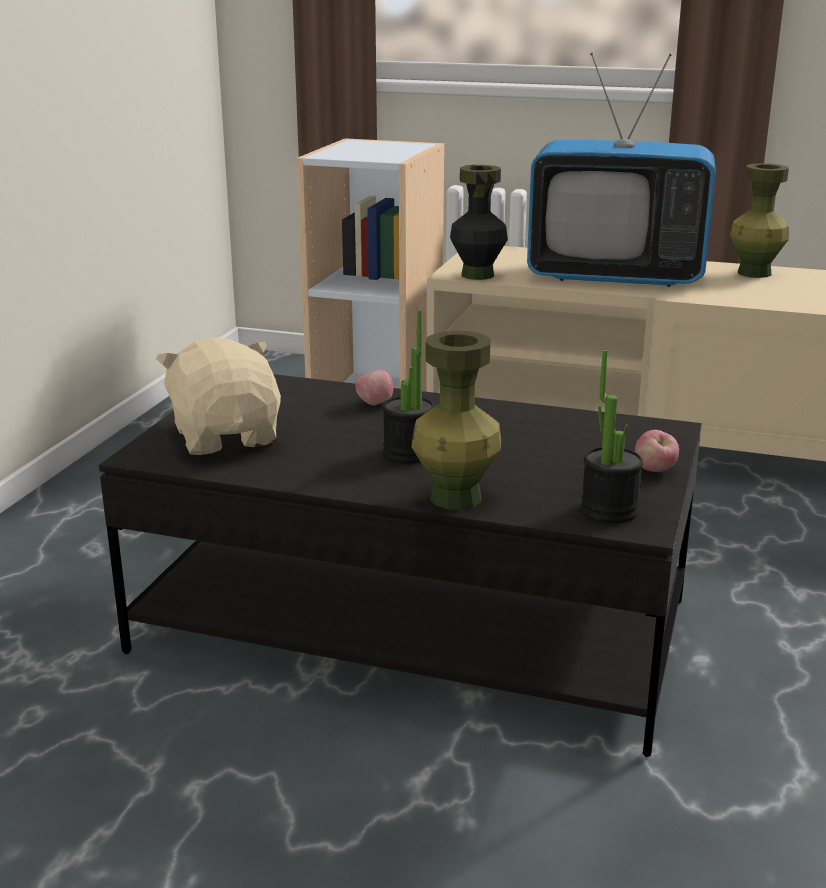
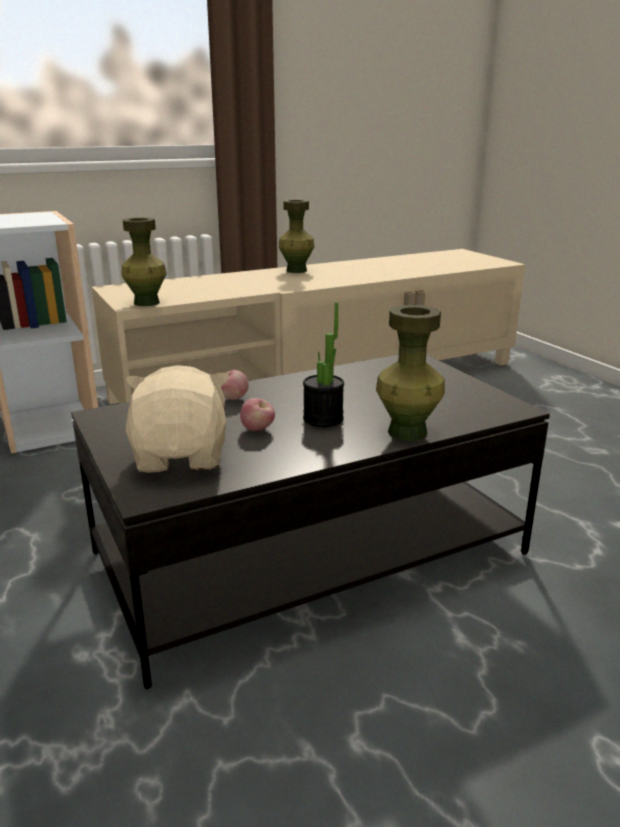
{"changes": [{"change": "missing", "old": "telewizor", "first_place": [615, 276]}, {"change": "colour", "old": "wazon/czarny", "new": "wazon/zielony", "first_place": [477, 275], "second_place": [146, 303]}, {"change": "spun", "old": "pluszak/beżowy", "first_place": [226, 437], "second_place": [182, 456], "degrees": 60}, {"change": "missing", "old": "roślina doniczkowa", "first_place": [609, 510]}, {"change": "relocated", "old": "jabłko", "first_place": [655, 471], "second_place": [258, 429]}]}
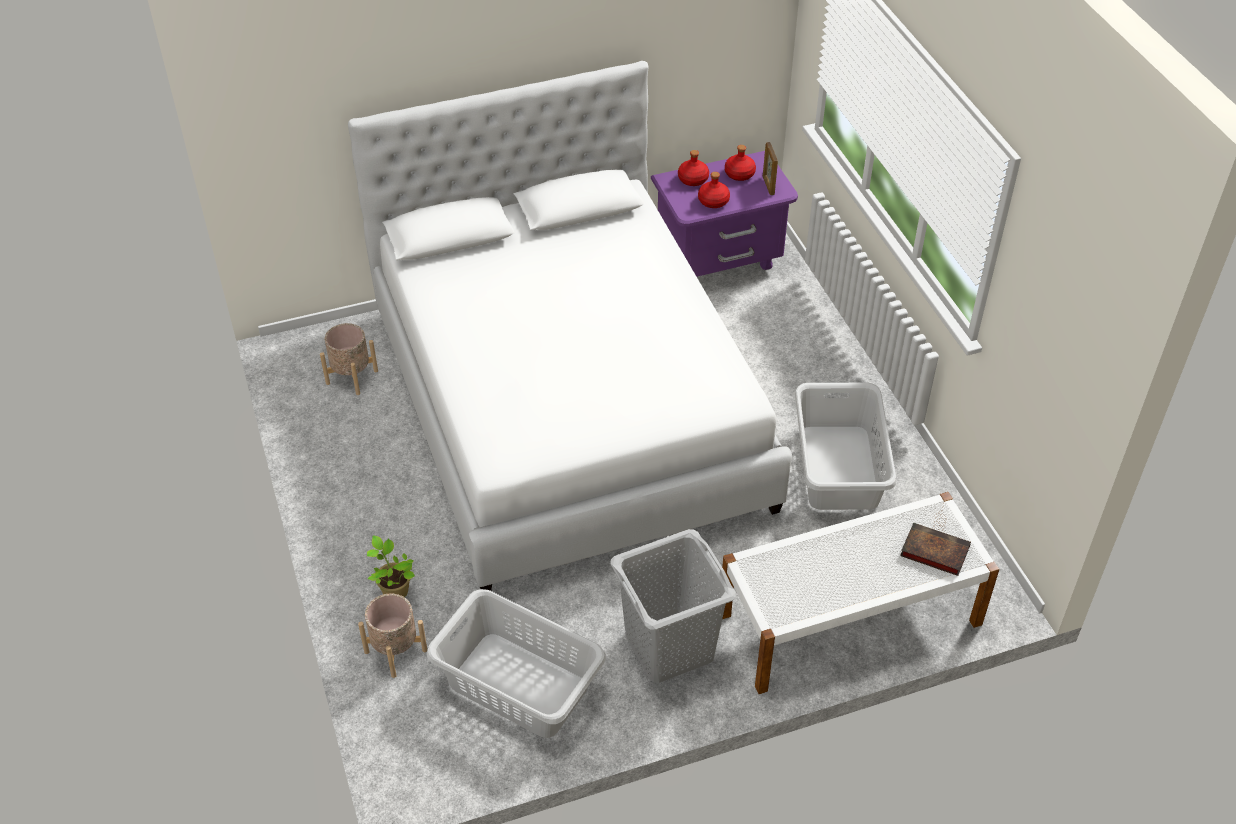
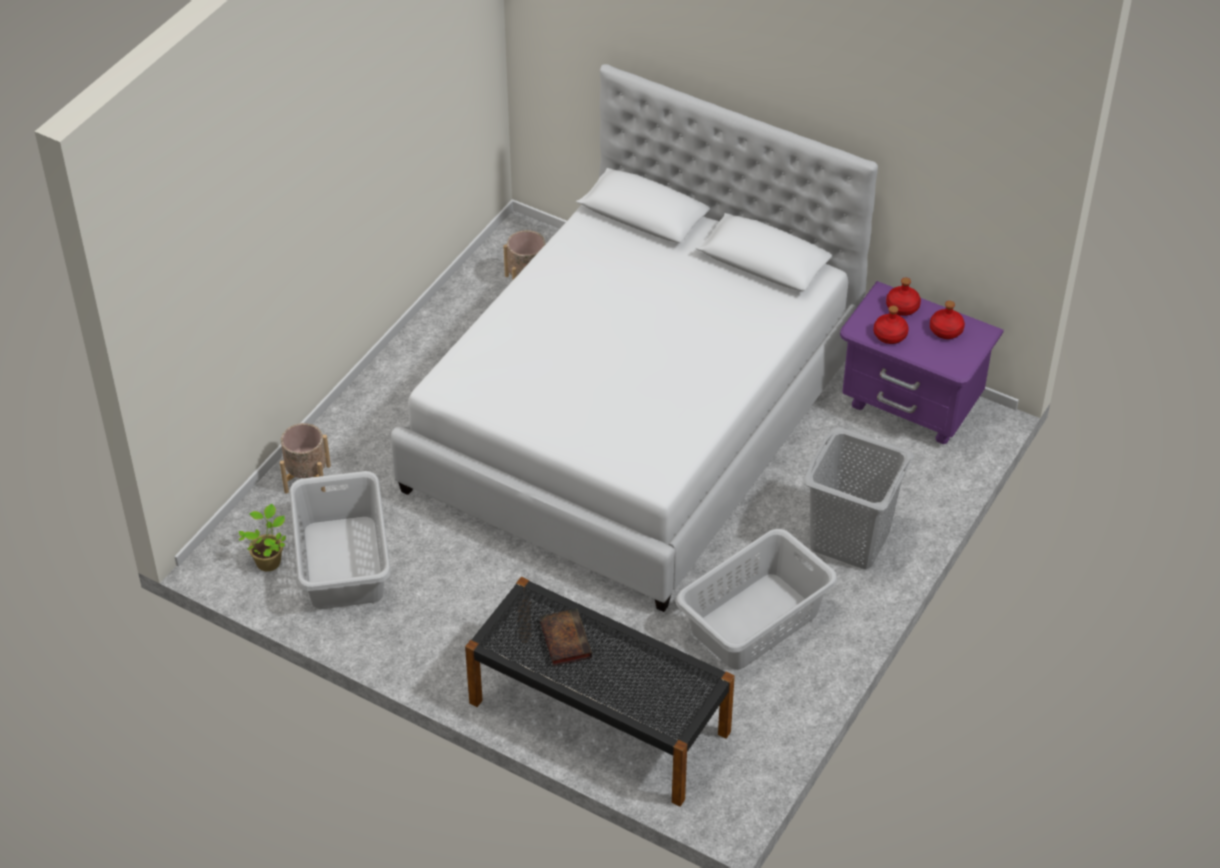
{"changes": [{"change": "missing", "old": "ramka na zdjęcie", "first_place": [768, 185]}, {"change": "colour", "old": "ławka/biały", "new": "ławka/czarny", "first_place": [850, 619], "second_place": [598, 718]}, {"change": "relocated", "old": "książka", "first_place": [933, 551], "second_place": [564, 638]}, {"change": "relocated", "old": "kosz na pranie/szary", "first_place": [670, 647], "second_place": [850, 540]}, {"change": "relocated", "old": "roślina doniczkowa", "first_place": [394, 590], "second_place": [269, 561]}]}
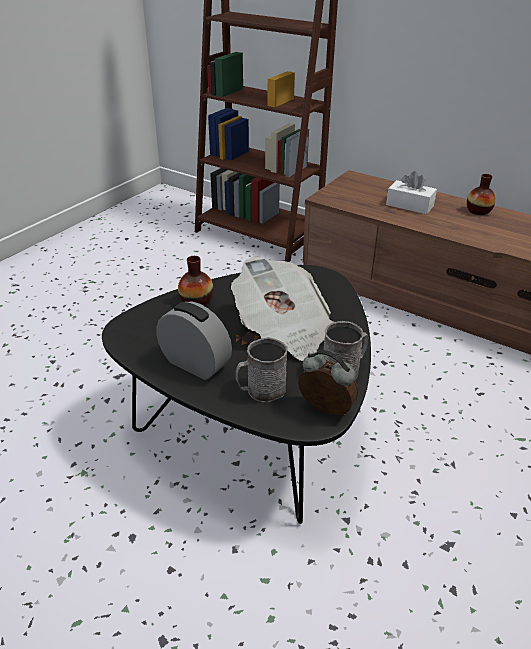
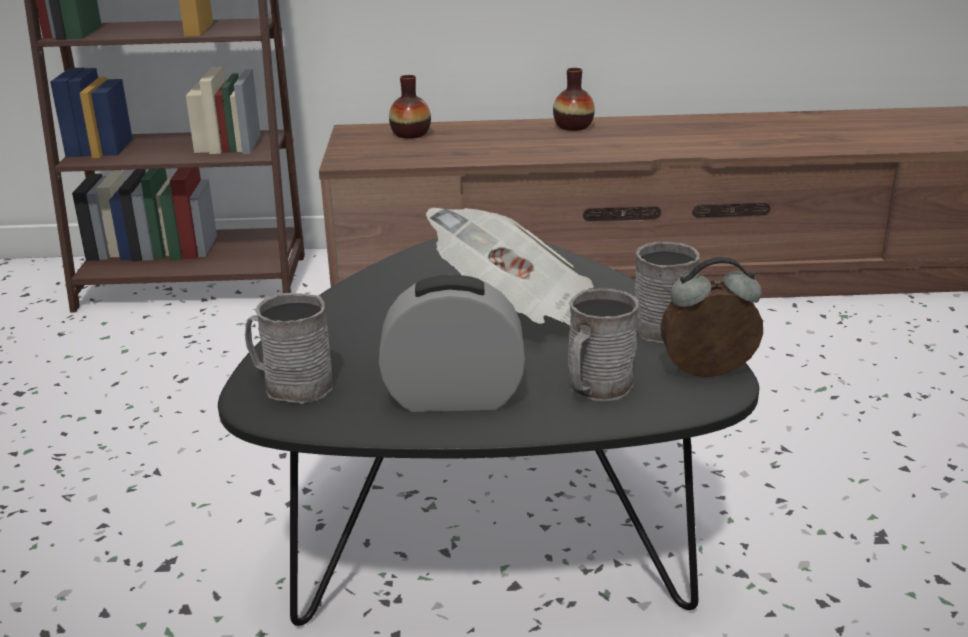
{"changes": [{"change": "missing", "old": "pudełko chusteczek/biały", "first_place": [409, 205]}, {"change": "relocated", "old": "wazon", "first_place": [196, 301], "second_place": [410, 134]}, {"change": "appeared", "new": "kubek/szary", "second_place": [290, 385]}]}
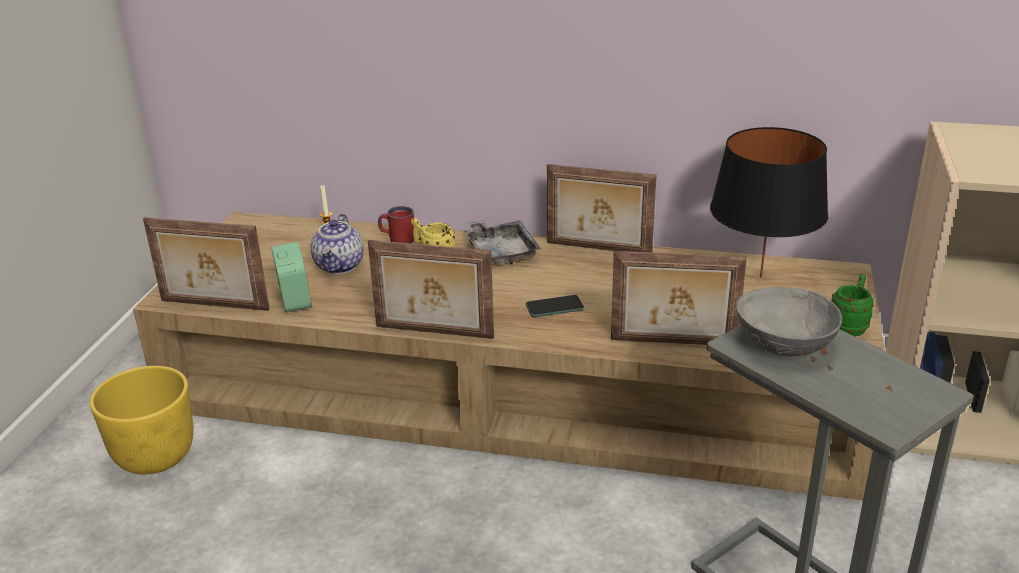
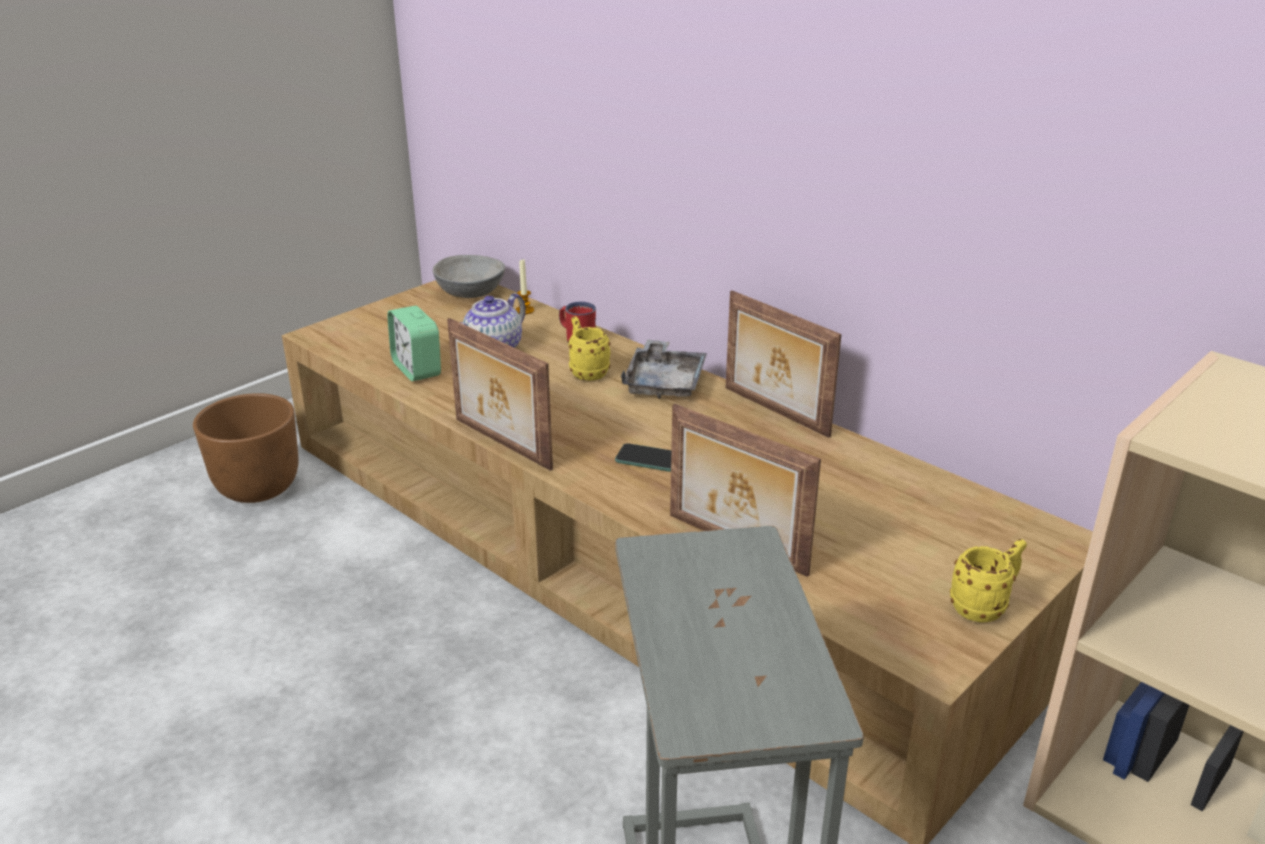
{"changes": [{"change": "missing", "old": "lampa stołowa/czarny", "first_place": [760, 276]}, {"change": "missing", "old": "ramka na zdjęcie", "first_place": [214, 306]}, {"change": "spun", "old": "budzik", "first_place": [295, 299], "second_place": [417, 369], "degrees": 135}, {"change": "colour", "old": "kubek/zielony", "new": "kubek/żółty", "first_place": [849, 326], "second_place": [984, 606]}, {"change": "relocated", "old": "miska/szary", "first_place": [784, 343], "second_place": [469, 292]}, {"change": "colour", "old": "donica/żółty", "new": "donica/brązowy", "first_place": [155, 456], "second_place": [259, 488]}]}
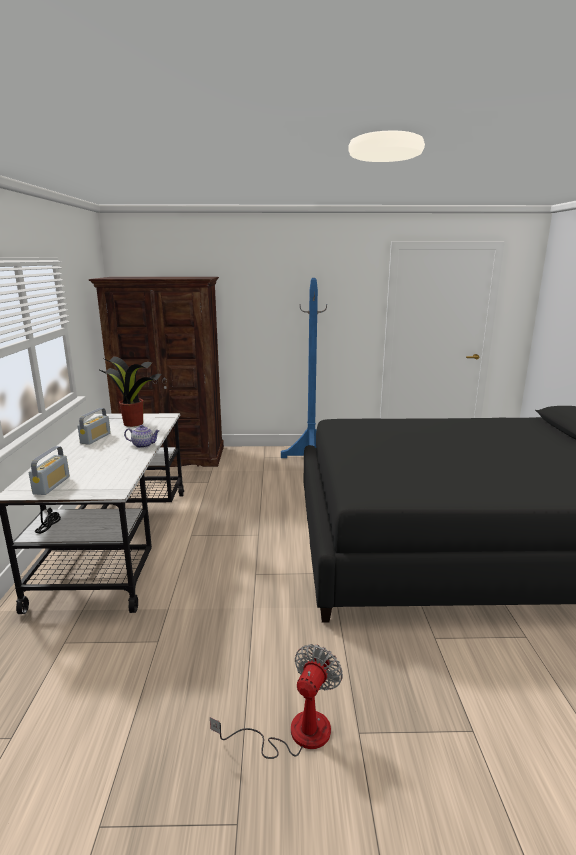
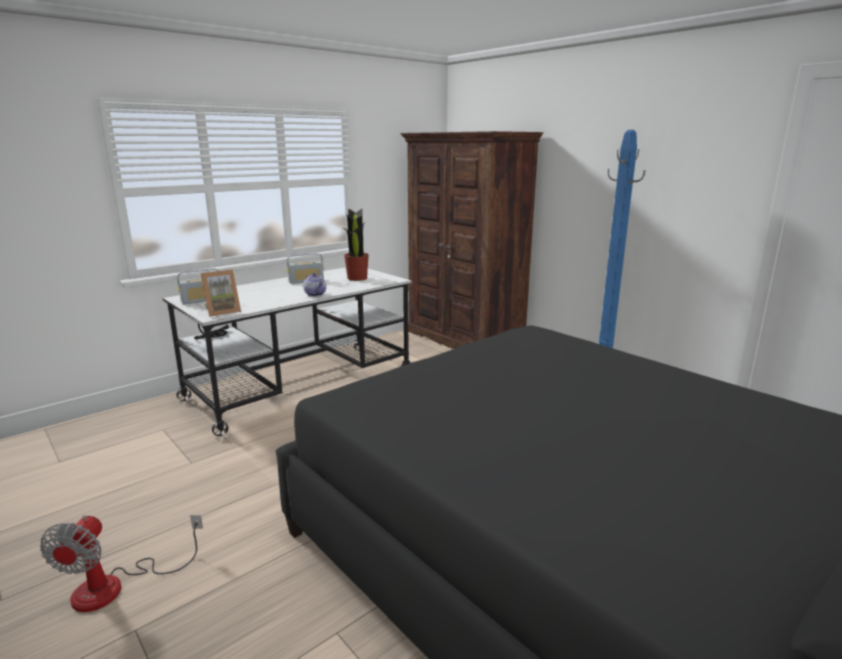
{"changes": [{"change": "spun", "old": "wentylator", "first_place": [295, 733], "second_place": [116, 586], "degrees": 105}, {"change": "appeared", "new": "ramka na zdjęcie", "second_place": [222, 311]}]}
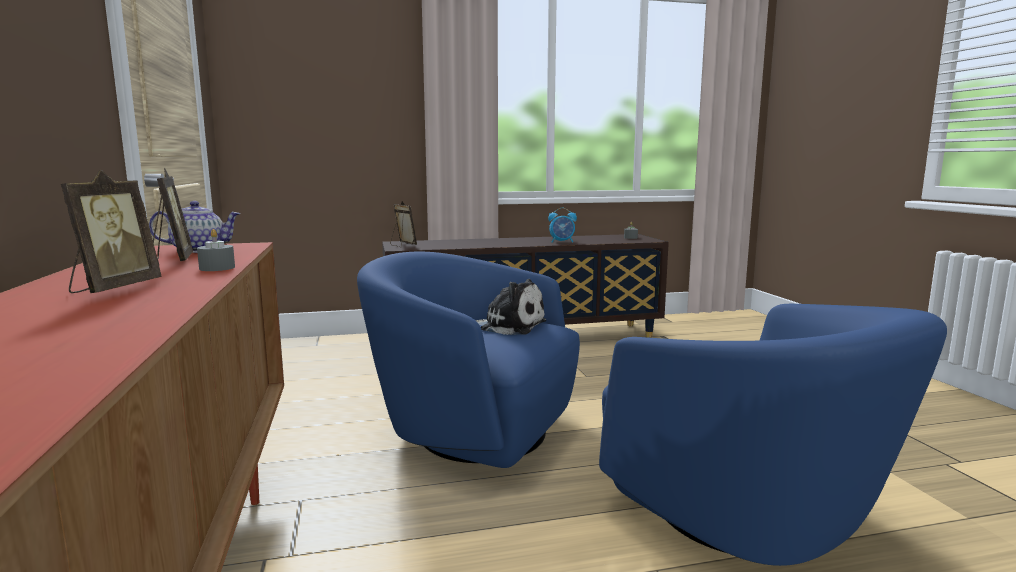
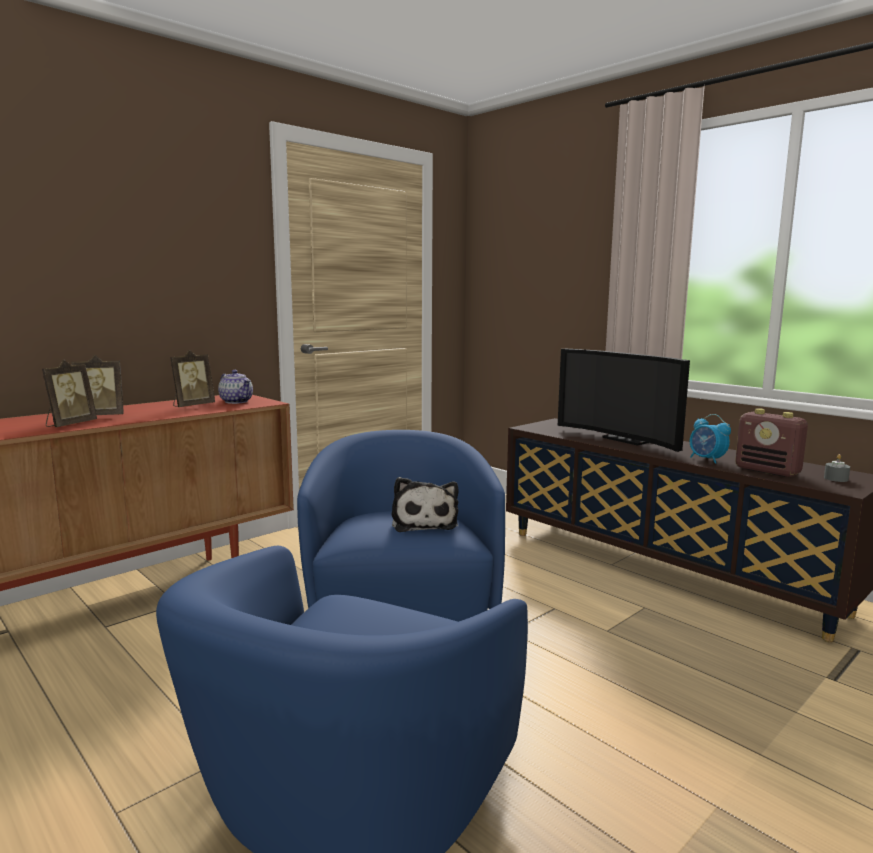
{"changes": [{"change": "relocated", "old": "ramka na zdjęcie", "first_place": [402, 245], "second_place": [69, 425]}, {"change": "missing", "old": "świeca/szary", "first_place": [217, 268]}, {"change": "appeared", "new": "telewizor", "second_place": [626, 439]}, {"change": "appeared", "new": "radio", "second_place": [768, 471]}]}
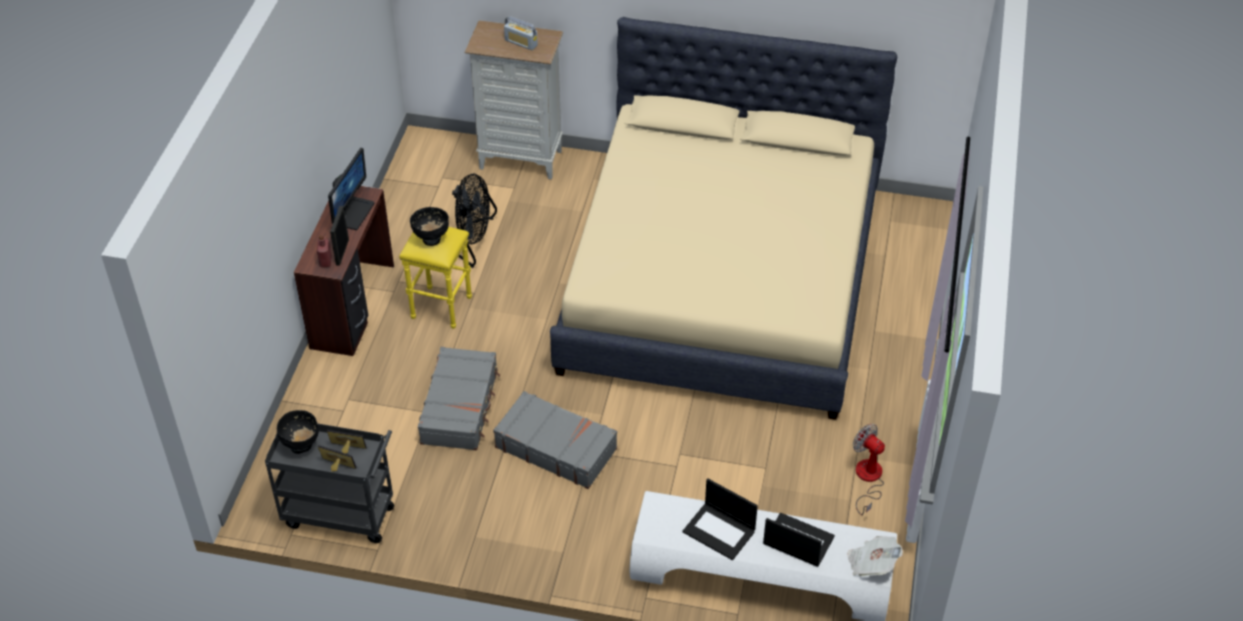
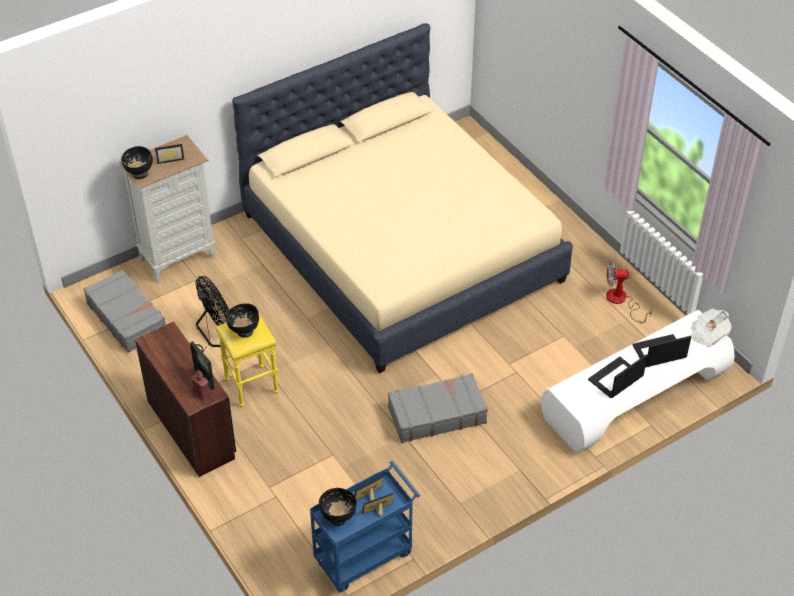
{"changes": [{"change": "exchanged", "old": "radio", "new": "ramka na zdjęcie", "first_place": [521, 43], "second_place": [170, 158]}, {"change": "missing", "old": "monitor", "first_place": [352, 212]}, {"change": "relocated", "old": "walizka/szary", "first_place": [460, 406], "second_place": [127, 317]}, {"change": "colour", "old": "wózek/szary", "new": "wózek/niebieski", "first_place": [342, 518], "second_place": [366, 559]}, {"change": "spun", "old": "laptop", "first_place": [720, 531], "second_place": [615, 378], "degrees": 150}, {"change": "appeared", "new": "miska/czarny", "second_place": [139, 174]}]}
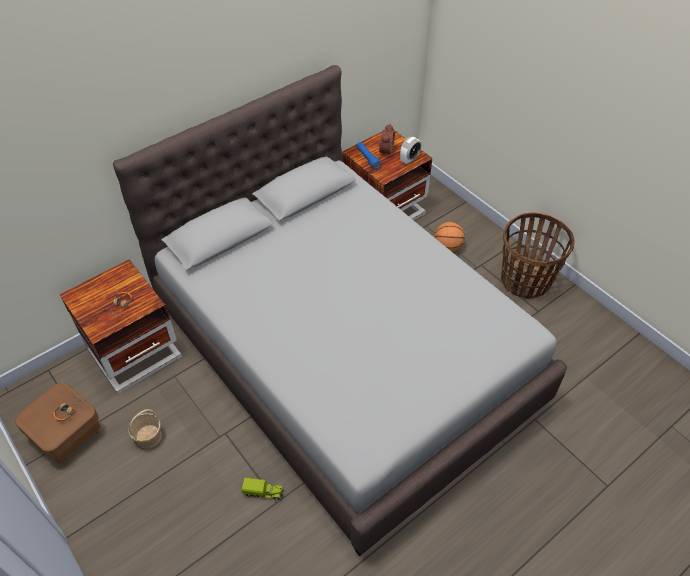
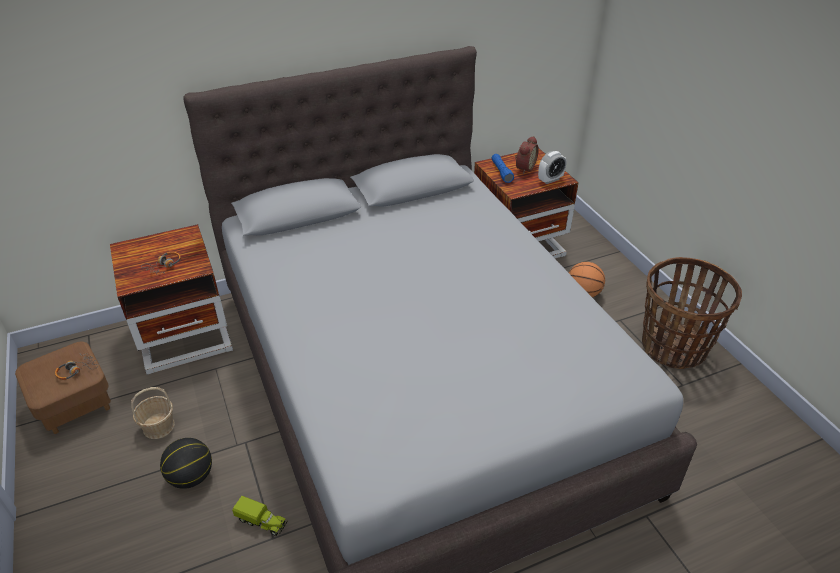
{"changes": [{"change": "appeared", "new": "piłka do koszykówki", "second_place": [191, 477]}]}
